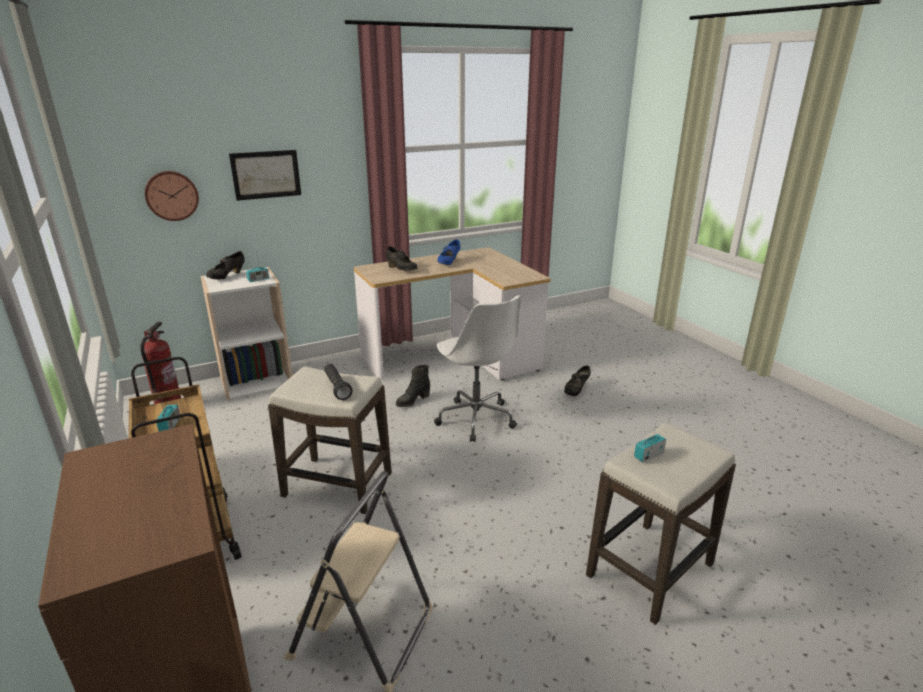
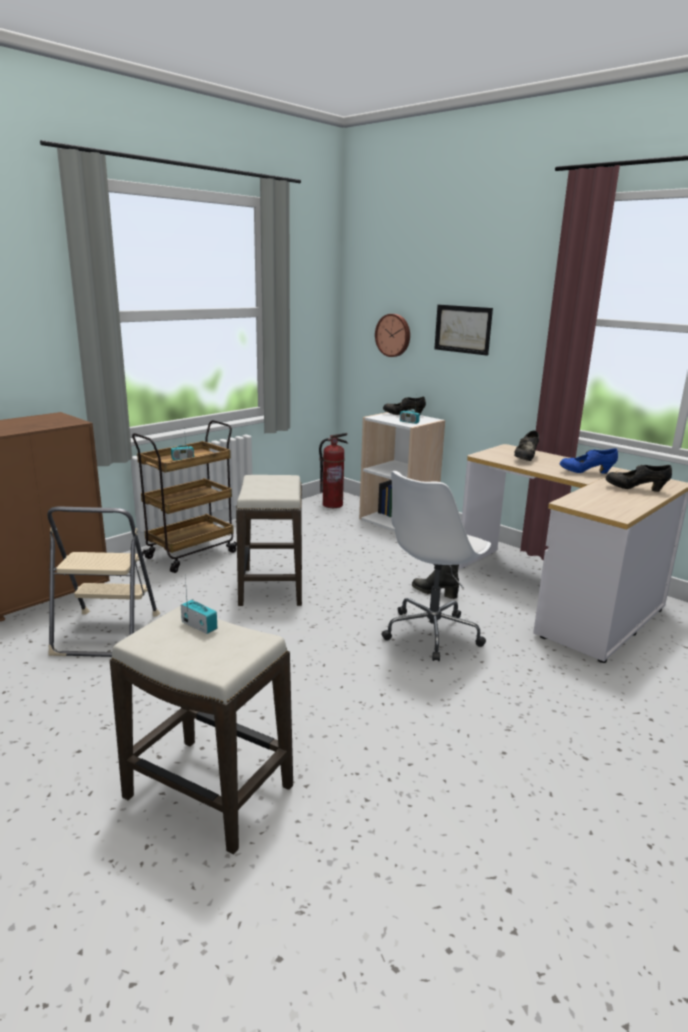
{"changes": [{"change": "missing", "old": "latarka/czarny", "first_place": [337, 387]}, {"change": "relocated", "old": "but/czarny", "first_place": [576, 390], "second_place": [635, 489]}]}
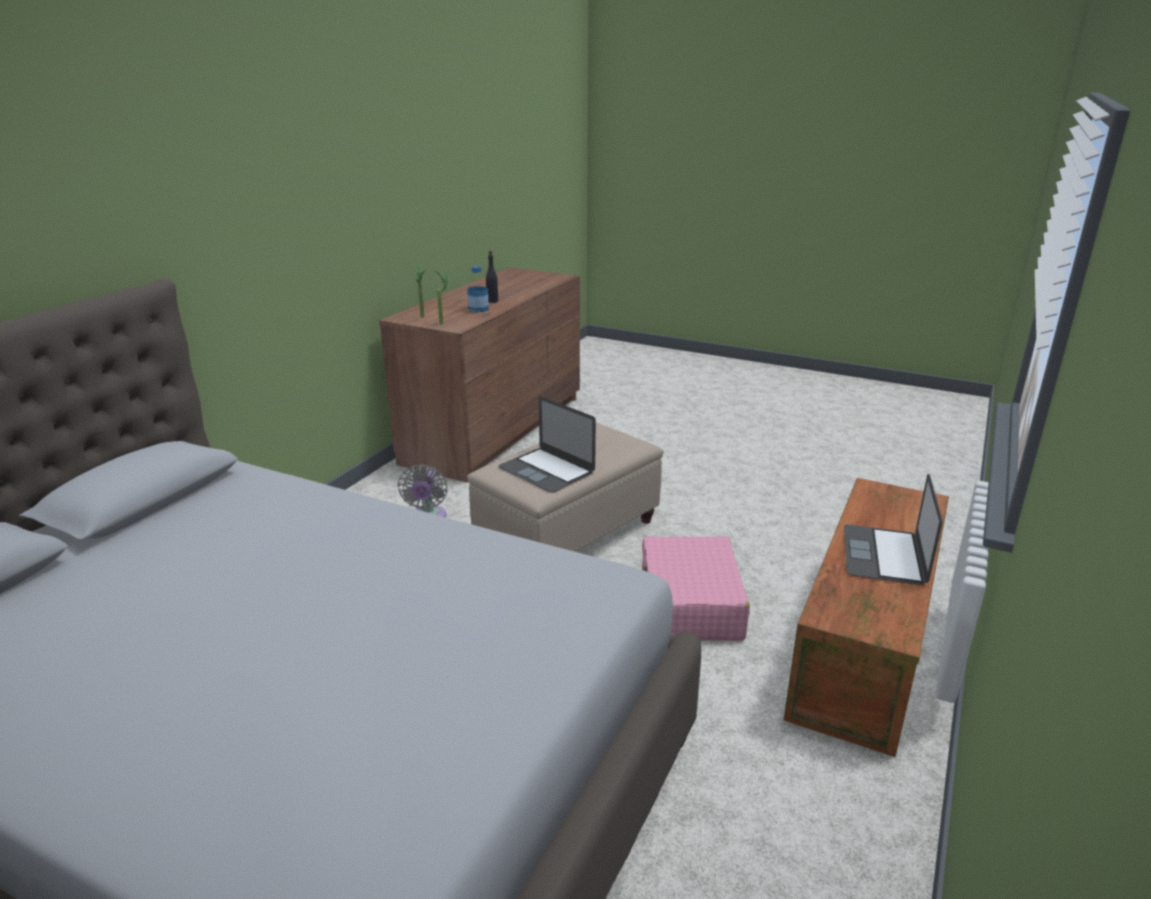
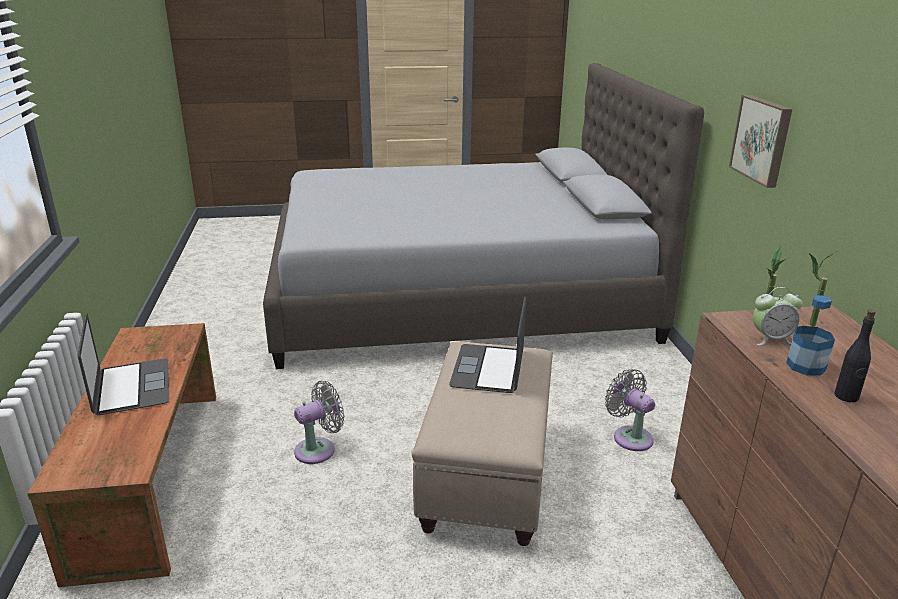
{"changes": [{"change": "spun", "old": "laptop", "first_place": [546, 470], "second_place": [488, 369], "degrees": -90}, {"change": "exchanged", "old": "walizka/różowy", "new": "wentylator/szary", "first_place": [690, 604], "second_place": [319, 449]}, {"change": "appeared", "new": "obraz", "second_place": [762, 140]}, {"change": "appeared", "new": "budzik", "second_place": [771, 339]}]}
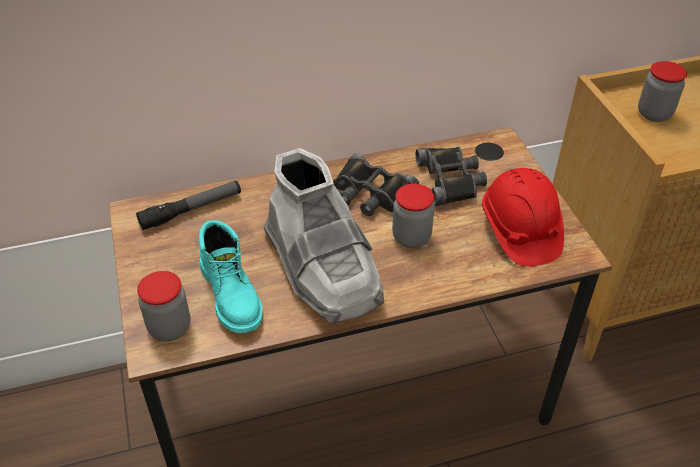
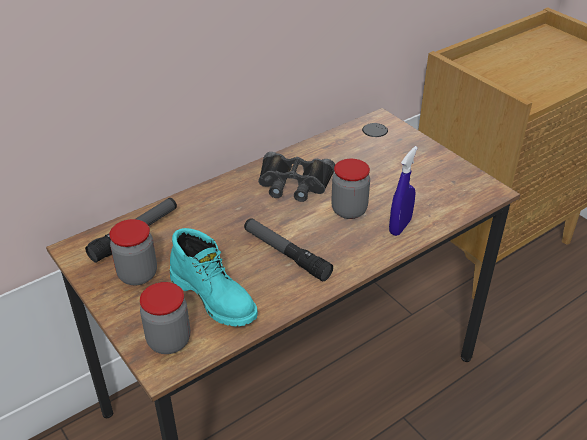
{"changes": [{"change": "relocated", "old": "słoik", "first_place": [654, 114], "second_place": [138, 275]}, {"change": "missing", "old": "lornetka/czarny", "first_place": [451, 180]}, {"change": "exchanged", "old": "but z cholewką/szary", "new": "latarka", "first_place": [322, 269], "second_place": [286, 254]}, {"change": "missing", "old": "kask/czerwony", "first_place": [519, 231]}, {"change": "appeared", "new": "spryskiwacz/niebieski", "second_place": [400, 227]}]}
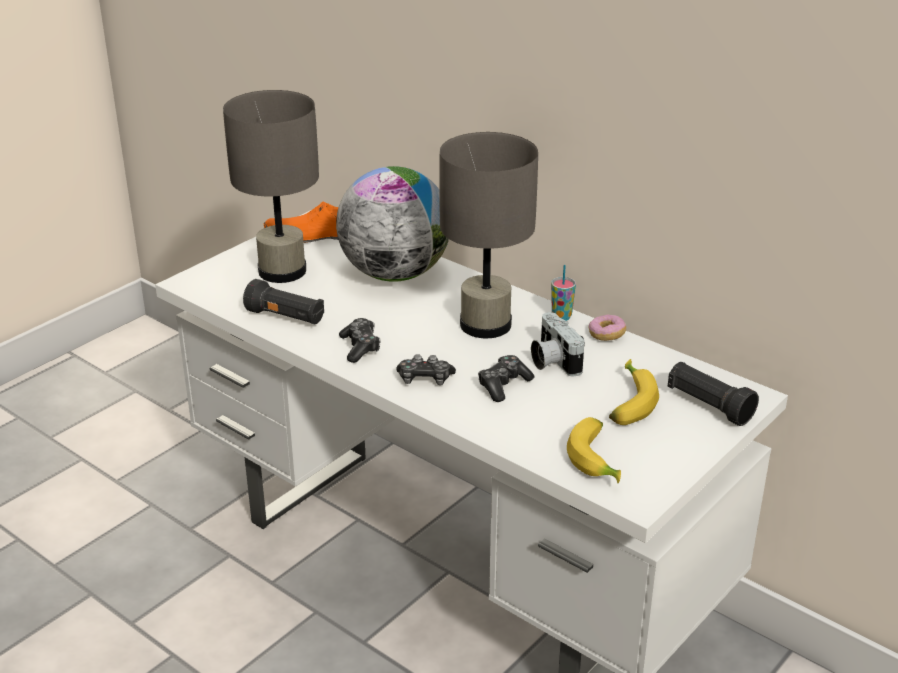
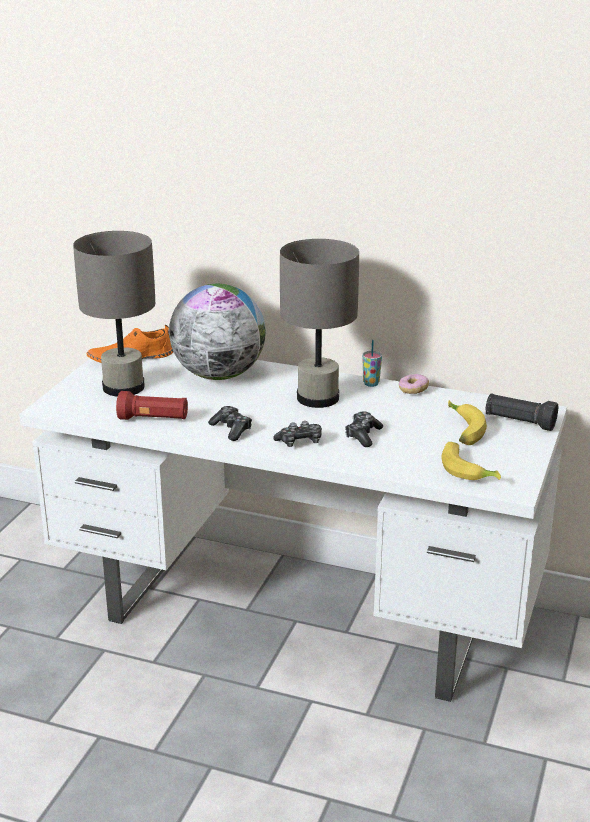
{"changes": [{"change": "colour", "old": "latarka/czarny", "new": "latarka/czerwony", "first_place": [286, 318], "second_place": [154, 419]}, {"change": "missing", "old": "aparat fotograficzny", "first_place": [552, 361]}]}
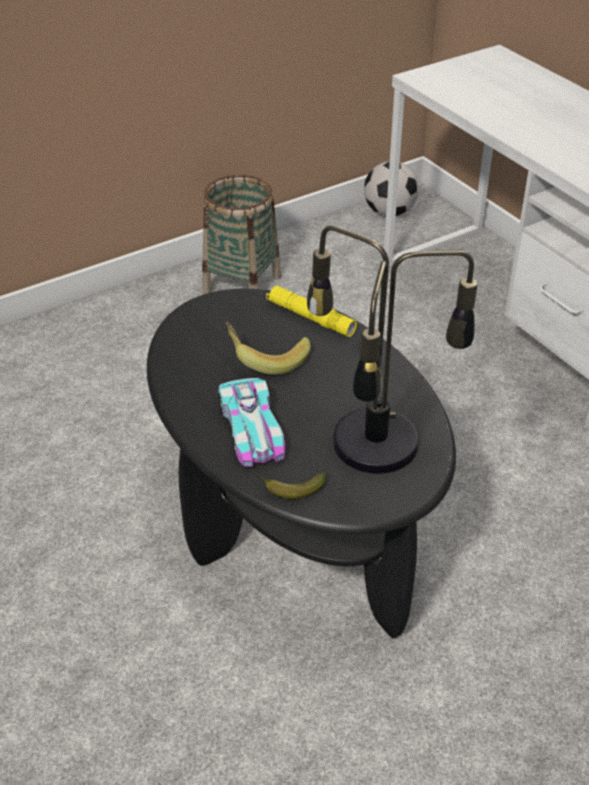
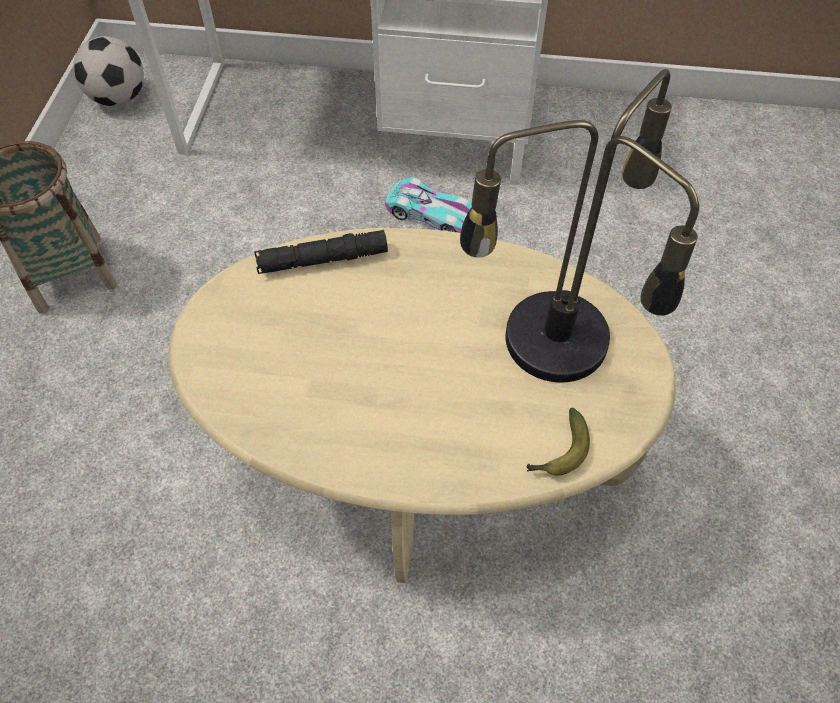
{"changes": [{"change": "colour", "old": "latarka/żółty", "new": "latarka/czarny", "first_place": [310, 317], "second_place": [322, 259]}, {"change": "colour", "old": "ława/czarny", "new": "ława/beżowy", "first_place": [294, 519], "second_place": [419, 460]}, {"change": "missing", "old": "banan", "first_place": [267, 358]}, {"change": "relocated", "old": "samochodzik", "first_place": [251, 429], "second_place": [431, 214]}]}
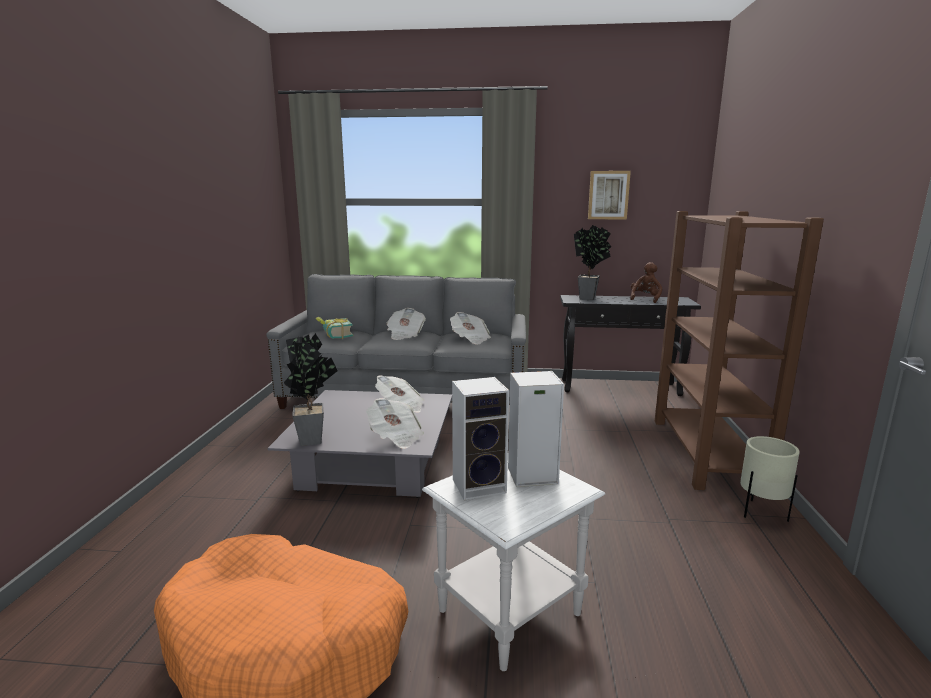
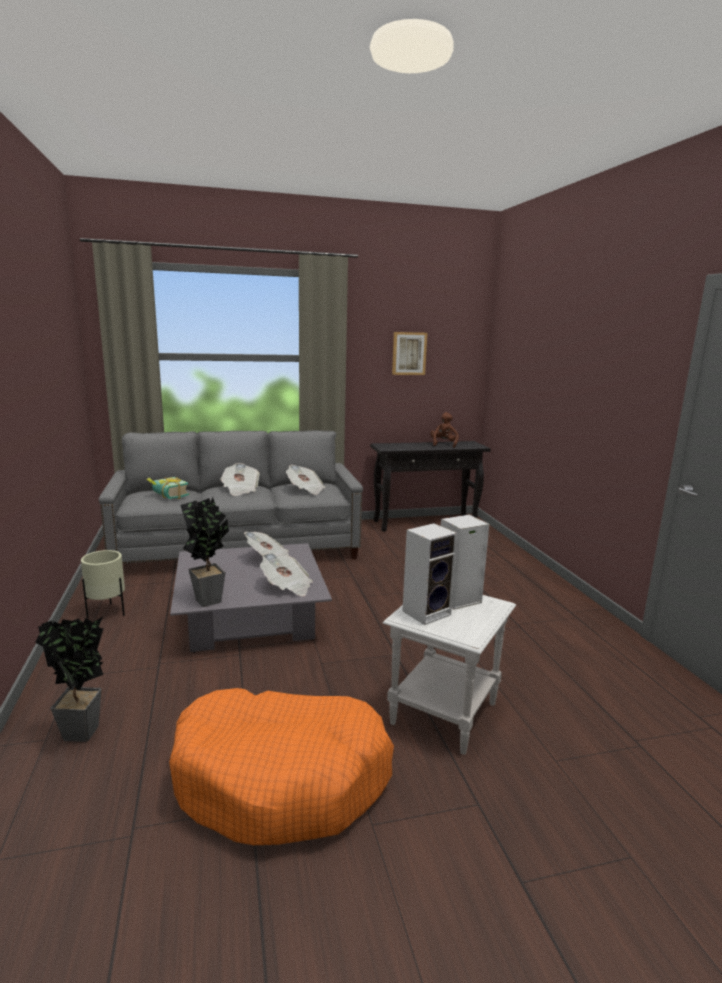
{"changes": [{"change": "missing", "old": "regał/brązowy", "first_place": [706, 453]}, {"change": "relocated", "old": "roślina doniczkowa", "first_place": [590, 298], "second_place": [84, 735]}, {"change": "relocated", "old": "donica/beżowy", "first_place": [761, 513], "second_place": [107, 613]}]}
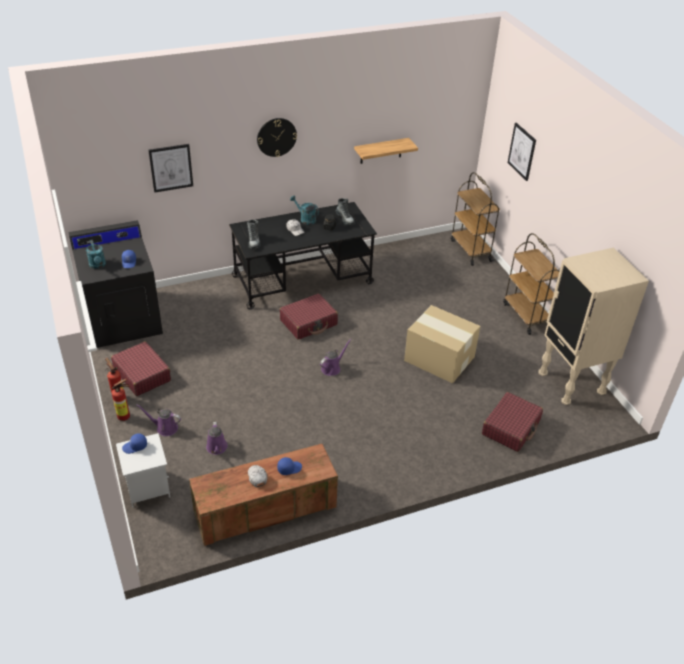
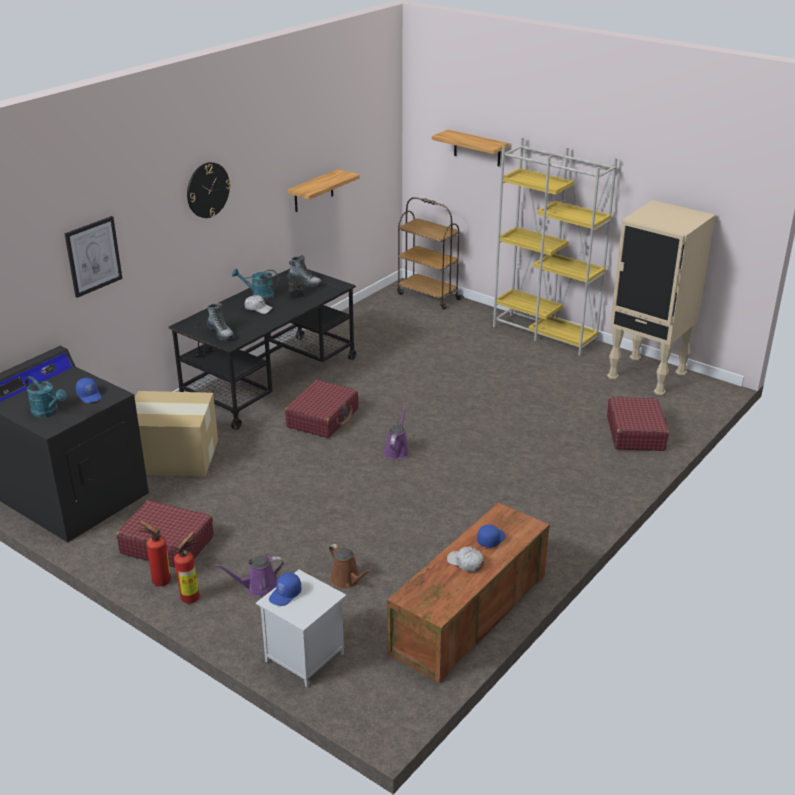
{"changes": [{"change": "exchanged", "old": "obraz", "new": "półka", "first_place": [522, 151], "second_place": [477, 148]}, {"change": "exchanged", "old": "wózek/brązowy", "new": "regał/żółty", "first_place": [526, 316], "second_place": [544, 334]}, {"change": "relocated", "old": "karton", "first_place": [440, 359], "second_place": [175, 457]}, {"change": "colour", "old": "konewka/fioletowy", "new": "konewka/brązowy", "first_place": [217, 448], "second_place": [347, 580]}]}
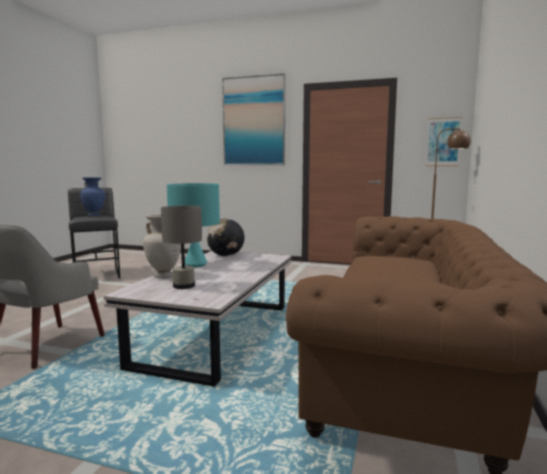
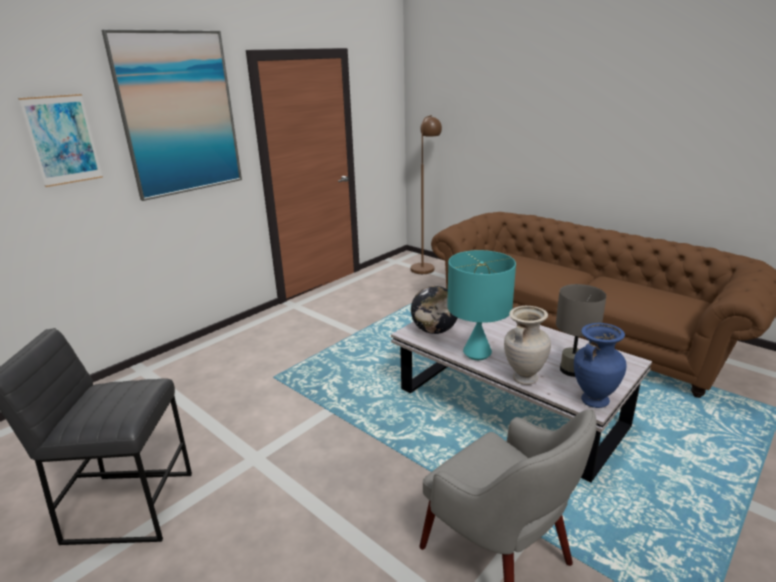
{"changes": [{"change": "relocated", "old": "obraz", "first_place": [443, 142], "second_place": [63, 140]}, {"change": "relocated", "old": "wazon/niebieski", "first_place": [94, 215], "second_place": [593, 400]}]}
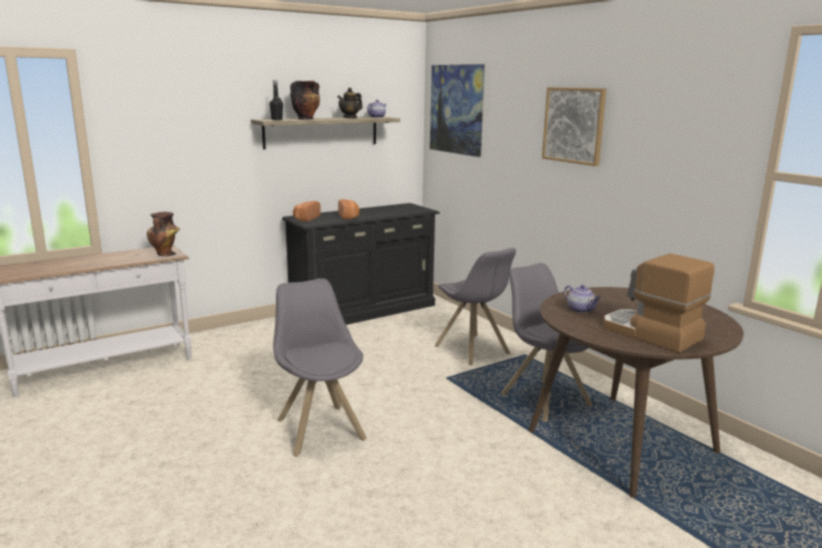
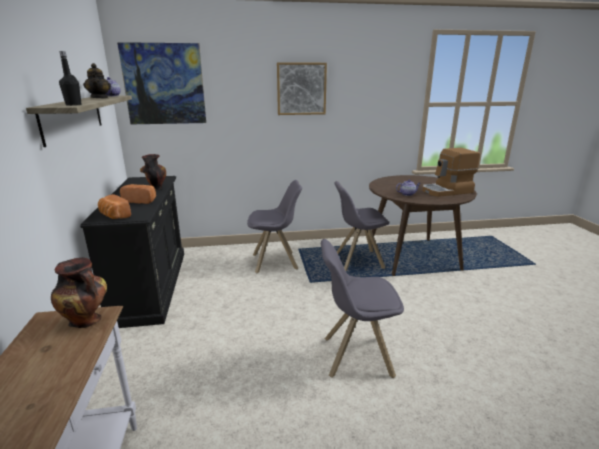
{"changes": [{"change": "relocated", "old": "wazon", "first_place": [306, 119], "second_place": [155, 188]}]}
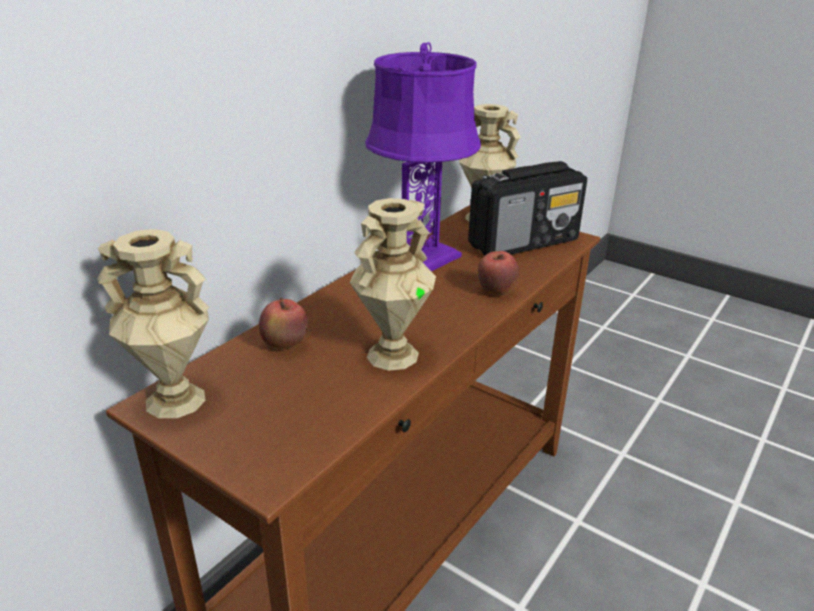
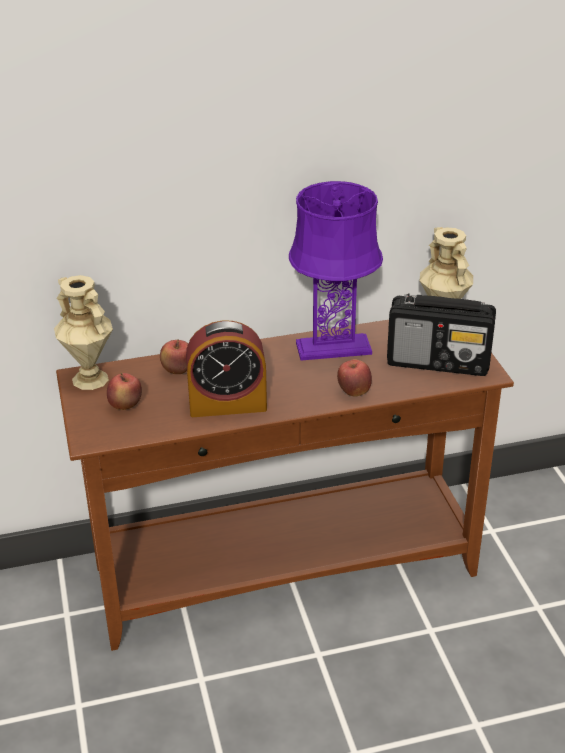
{"changes": [{"change": "exchanged", "old": "wazon/beżowy", "new": "budzik", "first_place": [392, 354], "second_place": [227, 404]}, {"change": "appeared", "new": "jabłko", "second_place": [125, 406]}]}
